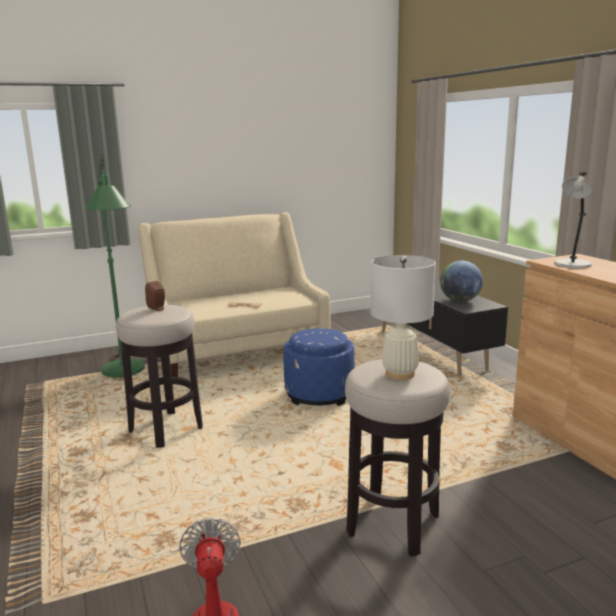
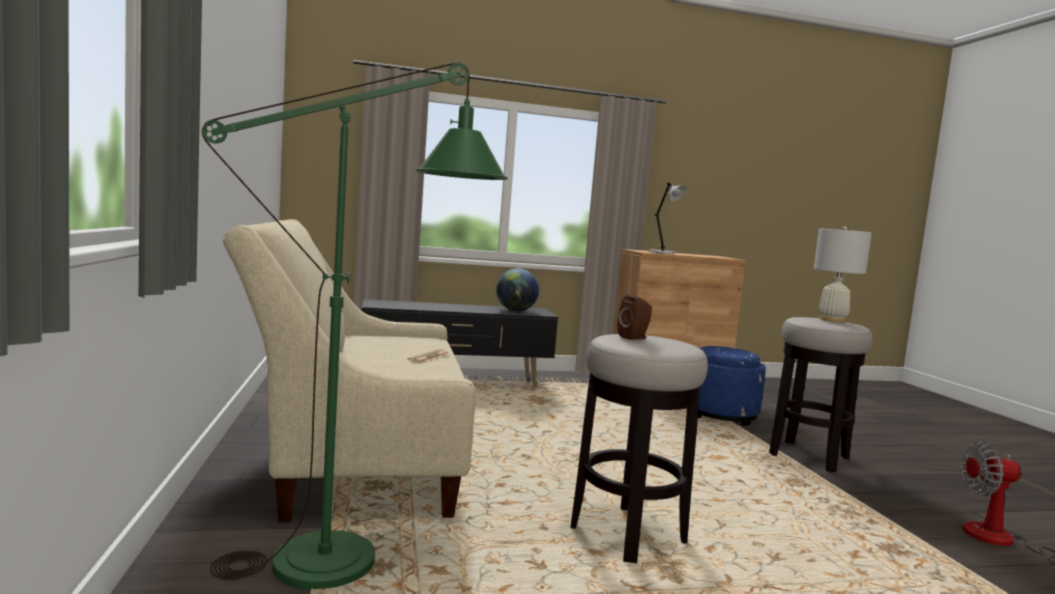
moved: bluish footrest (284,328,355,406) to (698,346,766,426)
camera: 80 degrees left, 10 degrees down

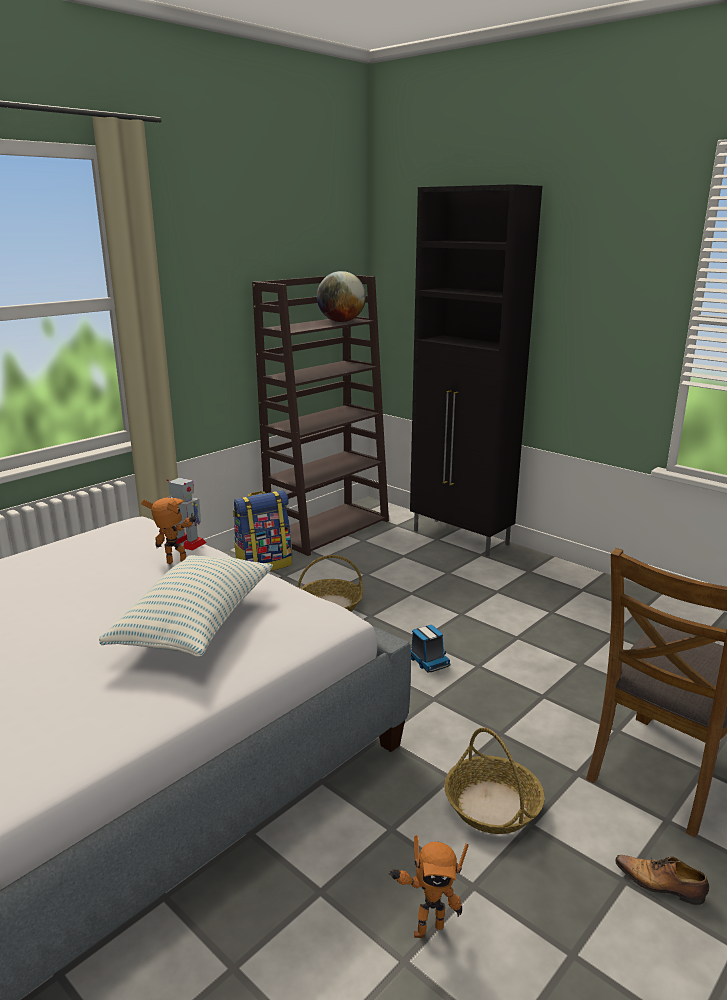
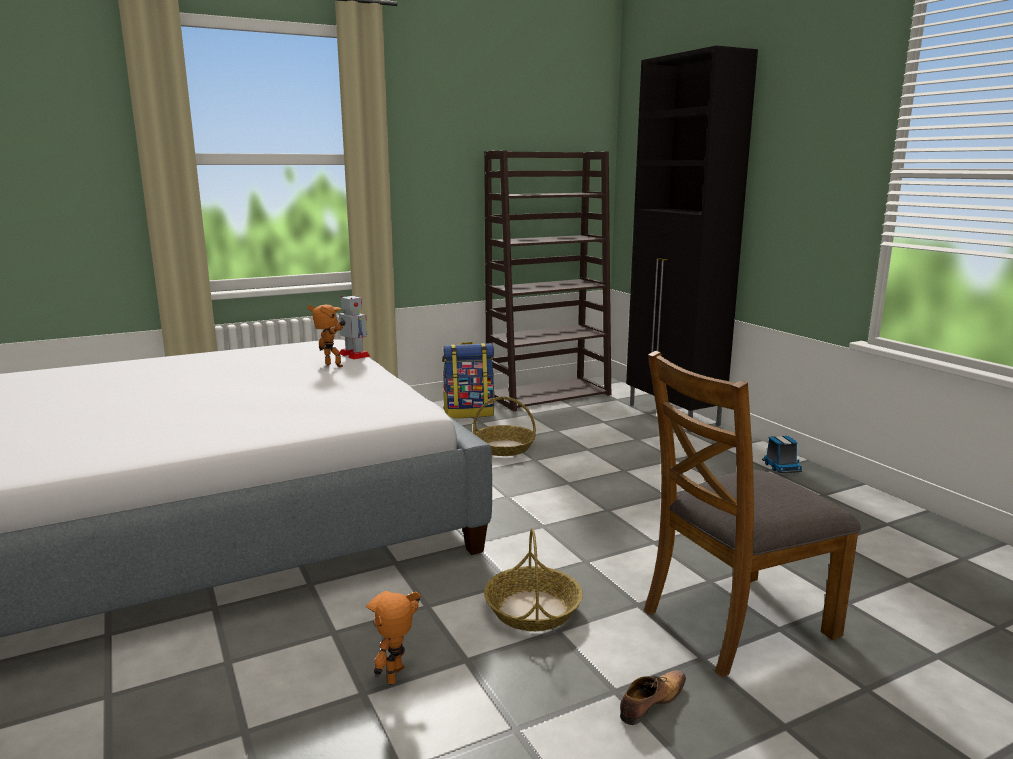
removed: throw pillow (99,555,273,657); desk globe (317,271,366,322)
moved: toy lorry (411,625,450,672) to (762,436,802,473)
turned: robot figure (388,835,468,938) = (366,591,421,685) 105 degrees clockwise; shoe (615,855,709,905) = (620,670,686,725) 90 degrees clockwise
camera: 20 degrees right, 5 degrees down

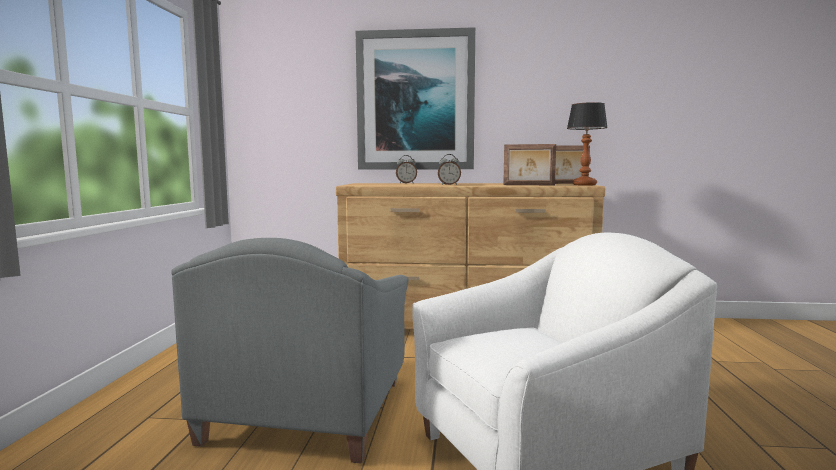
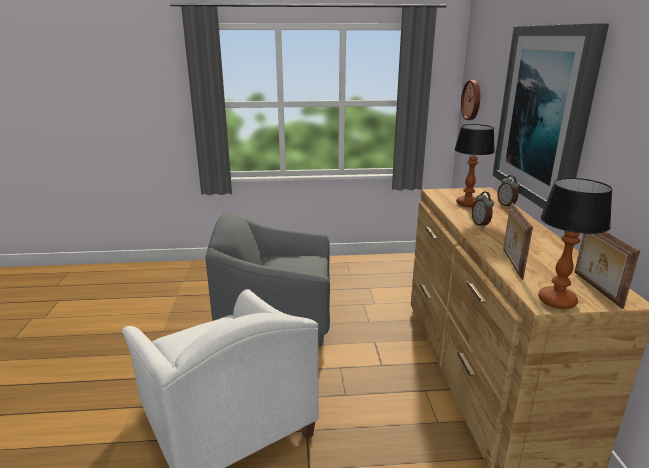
added: lamp for a table (454,124,495,207); hanging clock (461,80,480,120)
camera: 80 degrees right, 15 degrees up

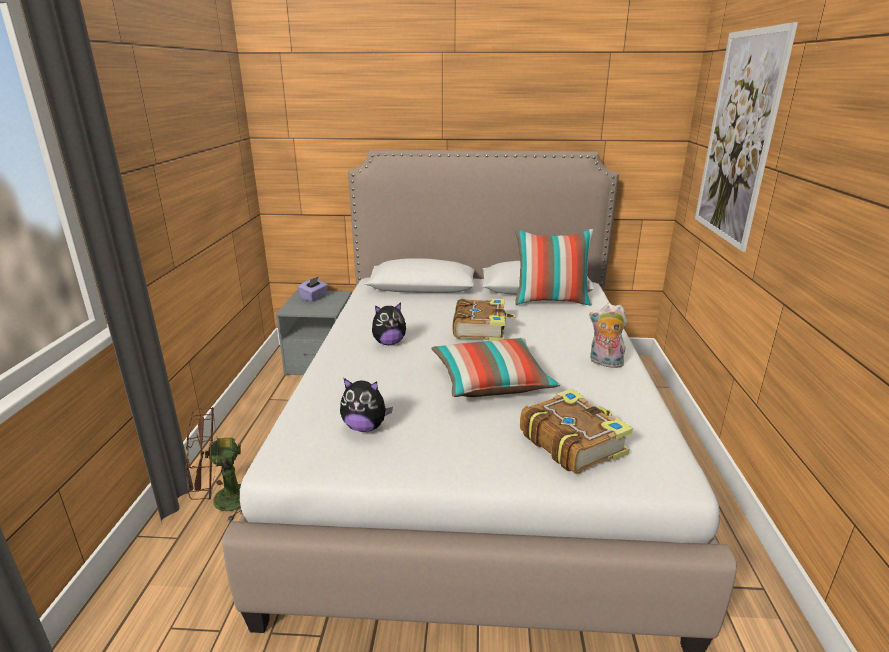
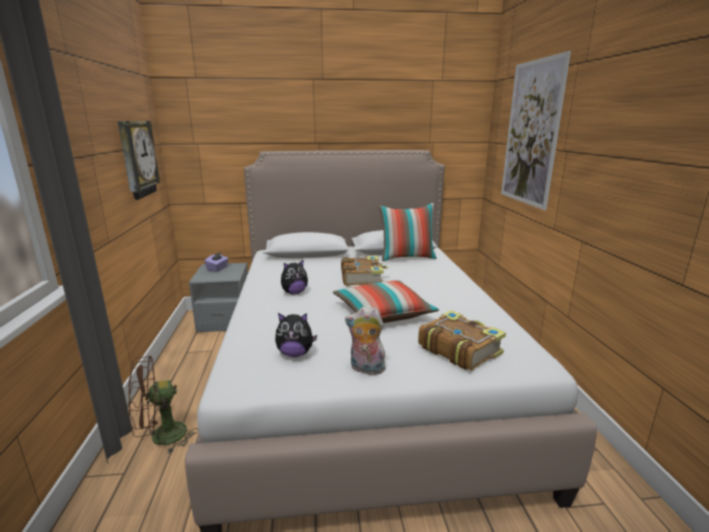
added: hanging clock (118,121,160,200)
moved: plush toy (589,303,627,368) to (345,307,387,375)
camera: 10 degrees left, 5 degrees down

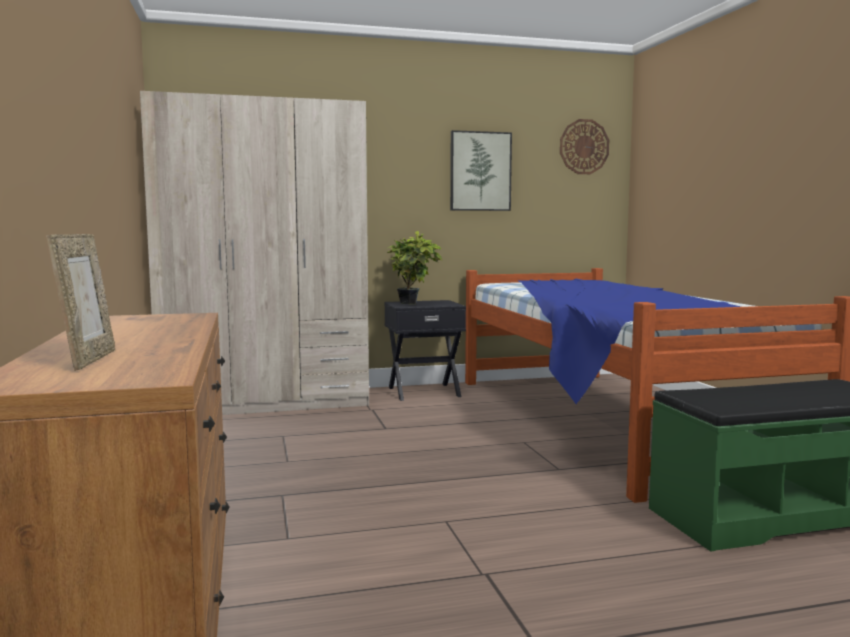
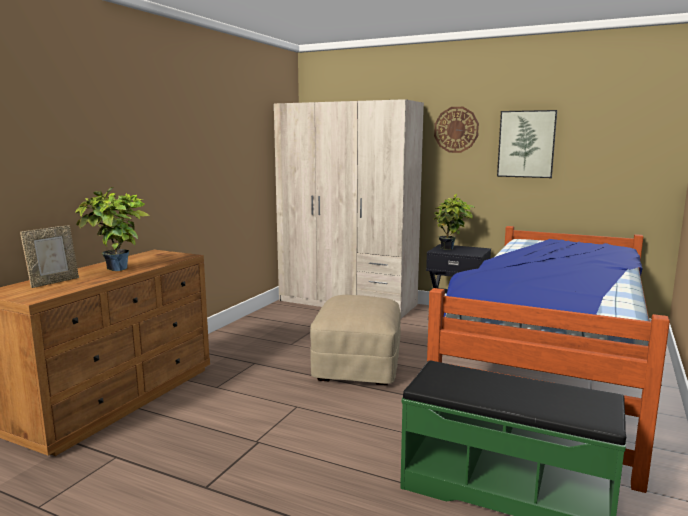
added: plant in a pot (75,187,150,271); beige footrest (310,295,401,385)
moved: hanging clock (560,119,609,174) to (434,107,479,153)
camera: 40 degrees right, 5 degrees up

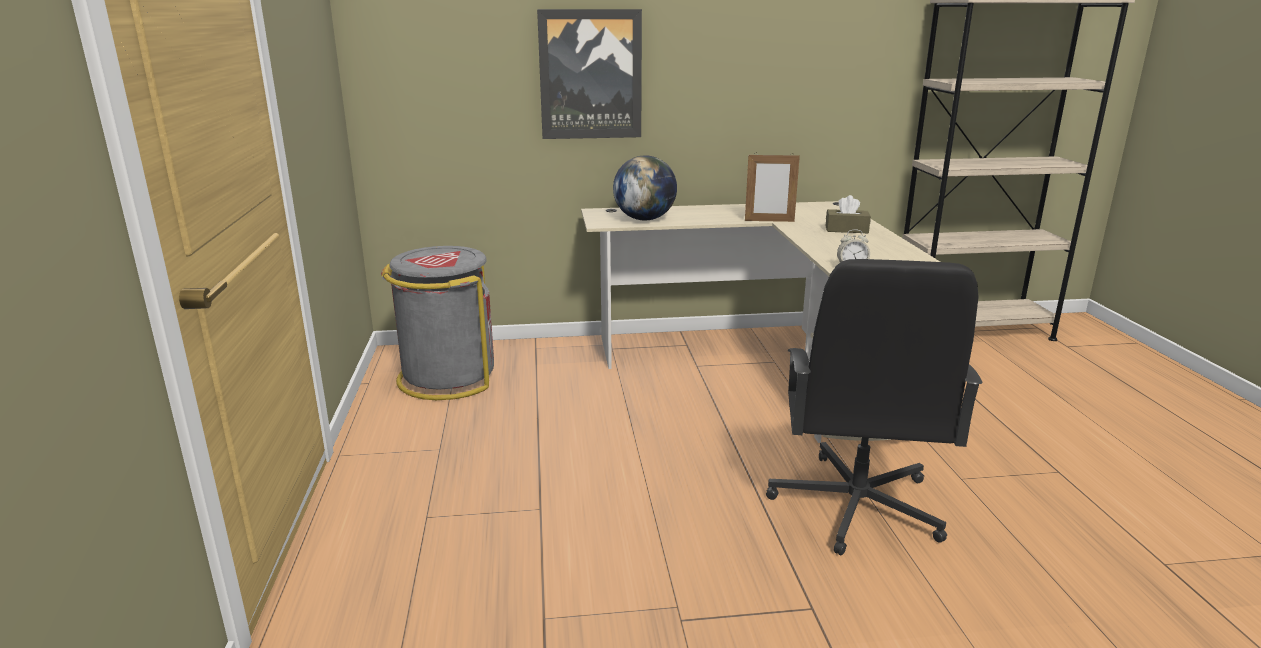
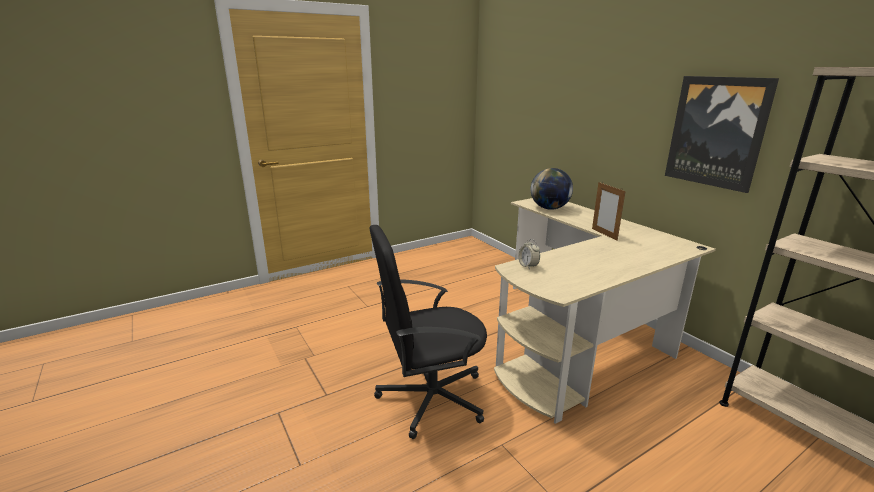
removed: grey waste bin (381,246,494,400); brown-coloured tissue holder (826,195,871,233)
moved: picture (537,9,642,139) to (665,76,779,193)
camera: 65 degrees right, 0 degrees up

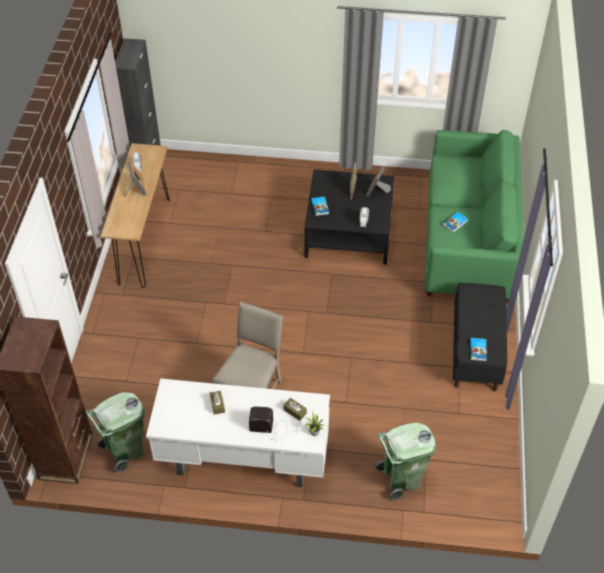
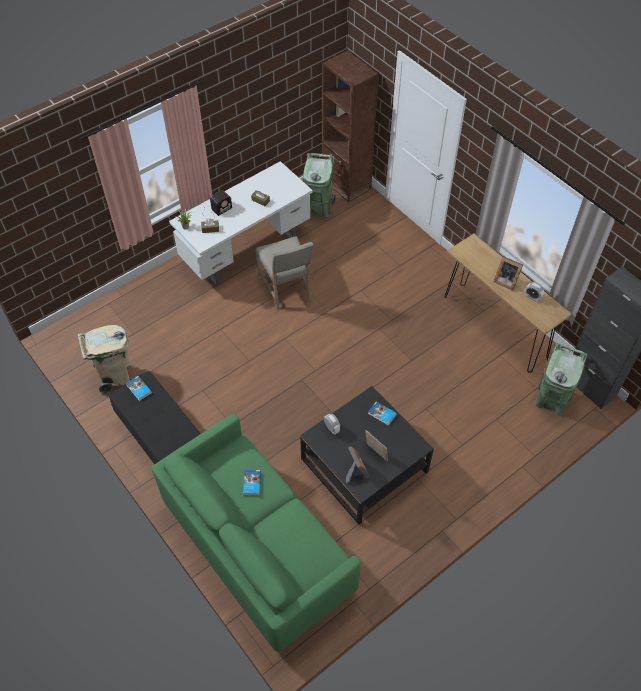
added: beige waste bin (78,325,130,393)
moved: green waste bin (375,422,436,501) to (536,343,587,416)
camera: 135 degrees right, 5 degrees up

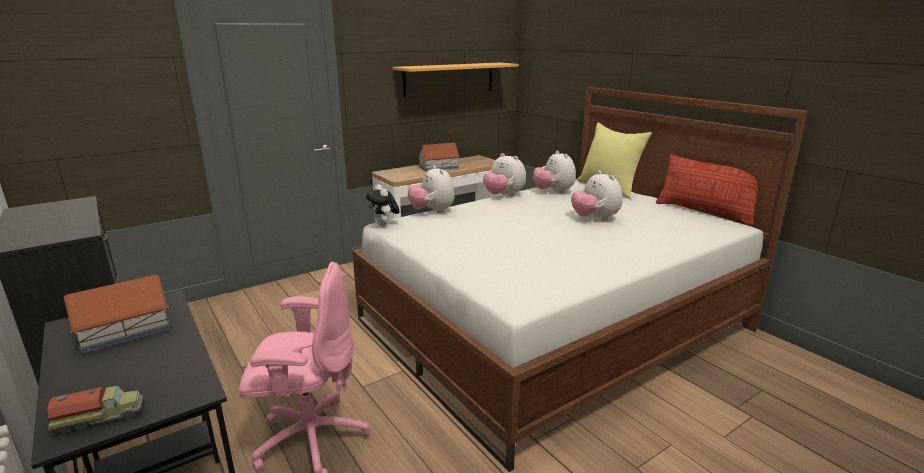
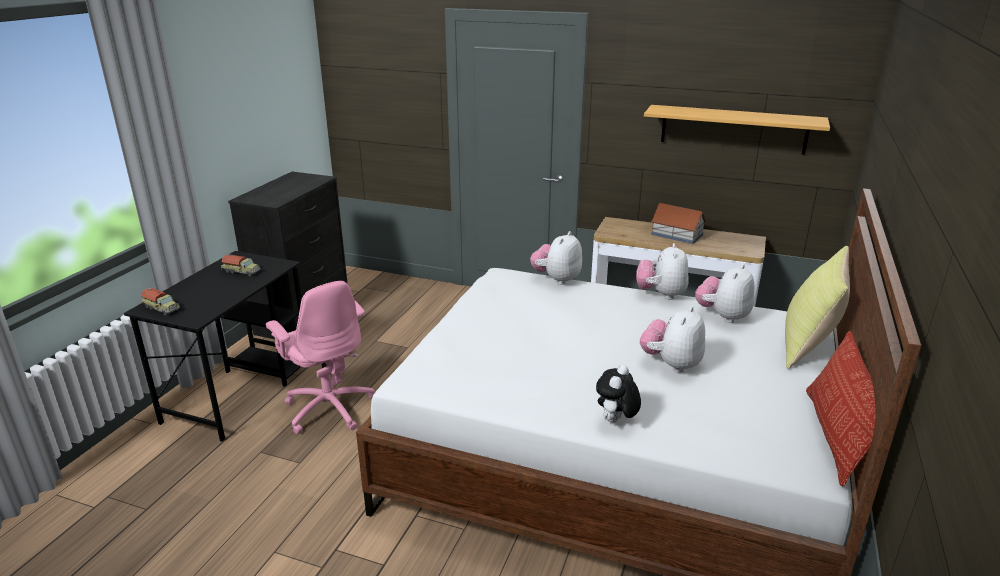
moved: plush toy (366,184,400,226) to (596,365,641,423)
replaced: model house (64,275,171,354) to toy lorry (221,254,261,276)
camera: 55 degrees right, 5 degrees up

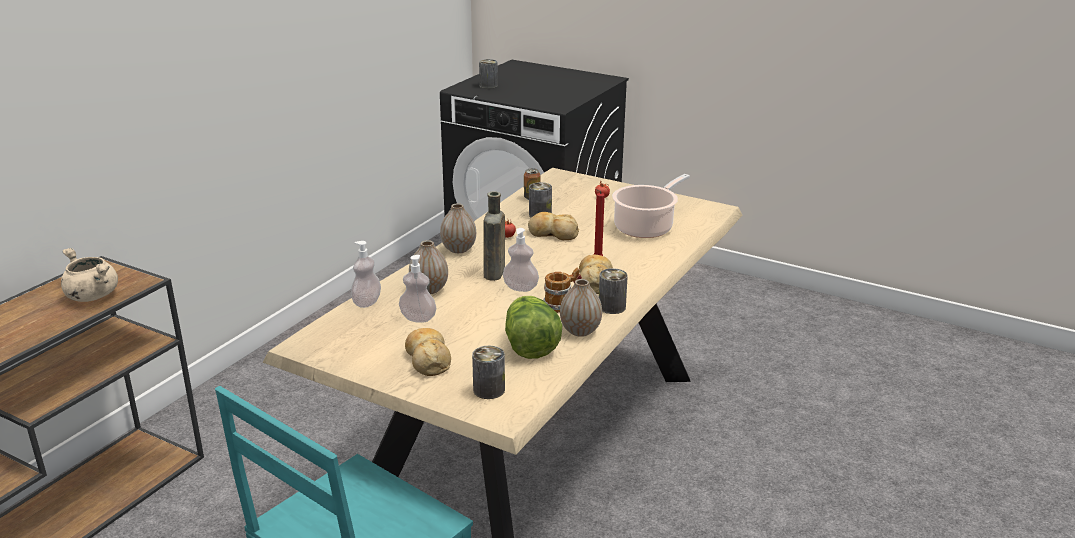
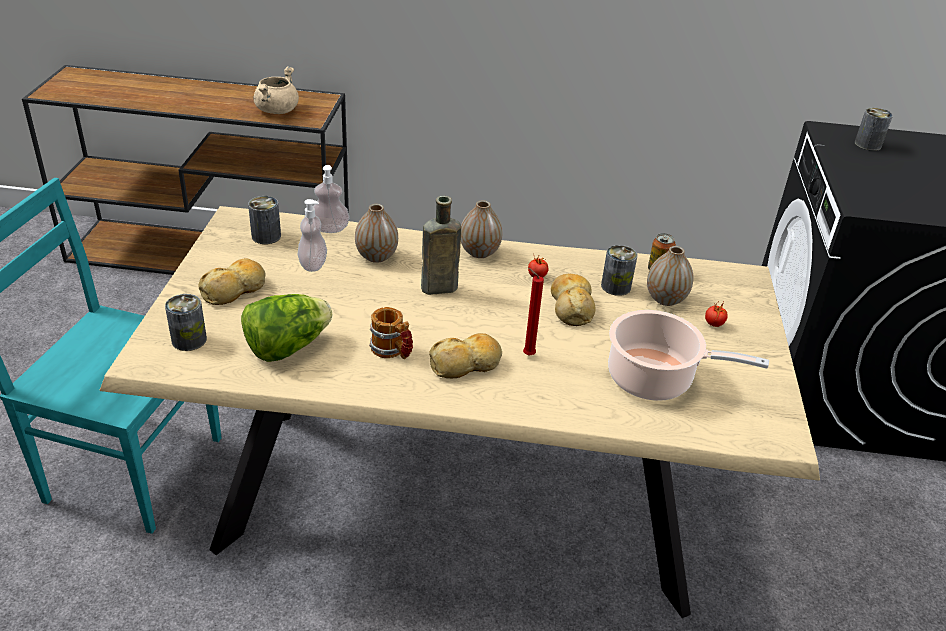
removed: soap dispenser (503,228,539,292)
moved: can (599,268,628,314) to (248,196,281,244); decorative vase (560,279,602,337) to (647,246,694,306)
camera: 65 degrees right, 10 degrees up

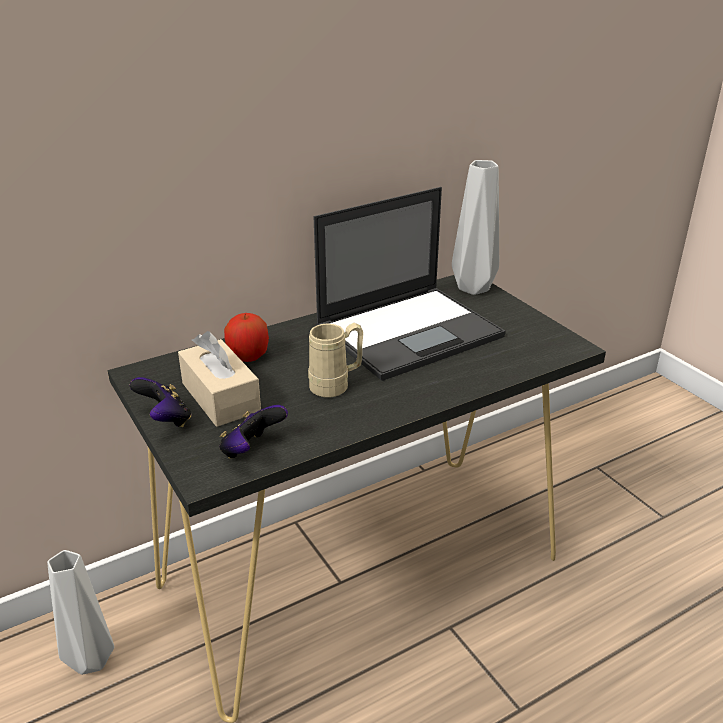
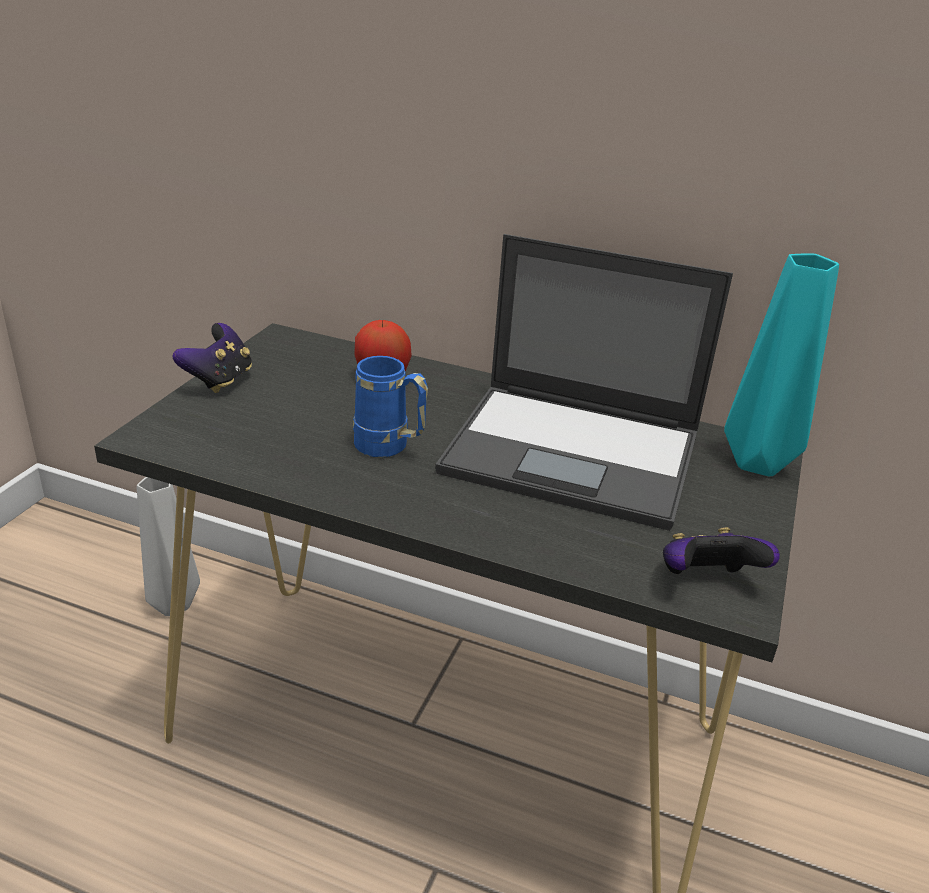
removed: beige tissue holder (178,331,261,427)
moved: gamepad (219,405,288,459) to (663,527,780,574)
recoloured: beige tea mug (308,323,363,398) to bluish tea mug (353,356,428,458); grey decorative vase (452,160,499,295) to turquoise-coloured decorative vase (724,254,839,476)
camera: 50 degrees right, 0 degrees up

